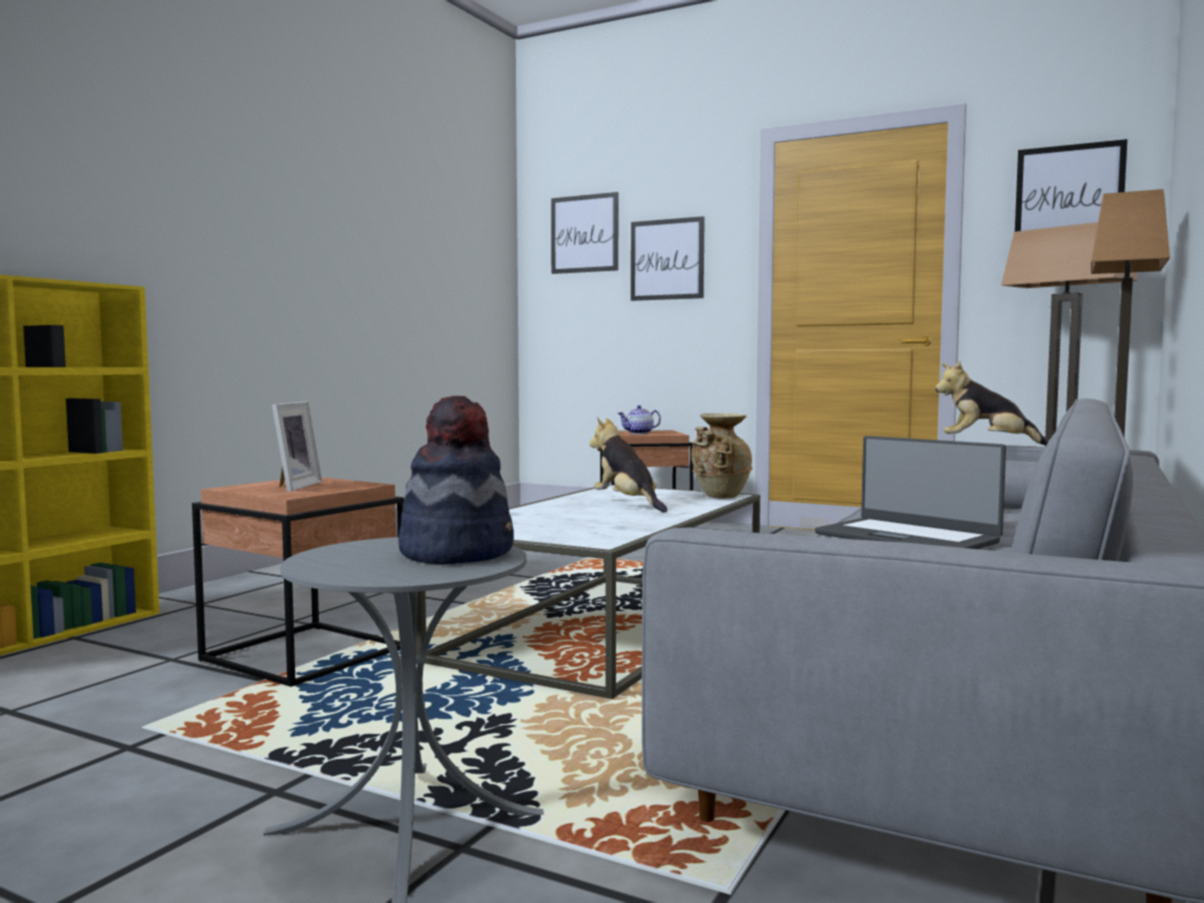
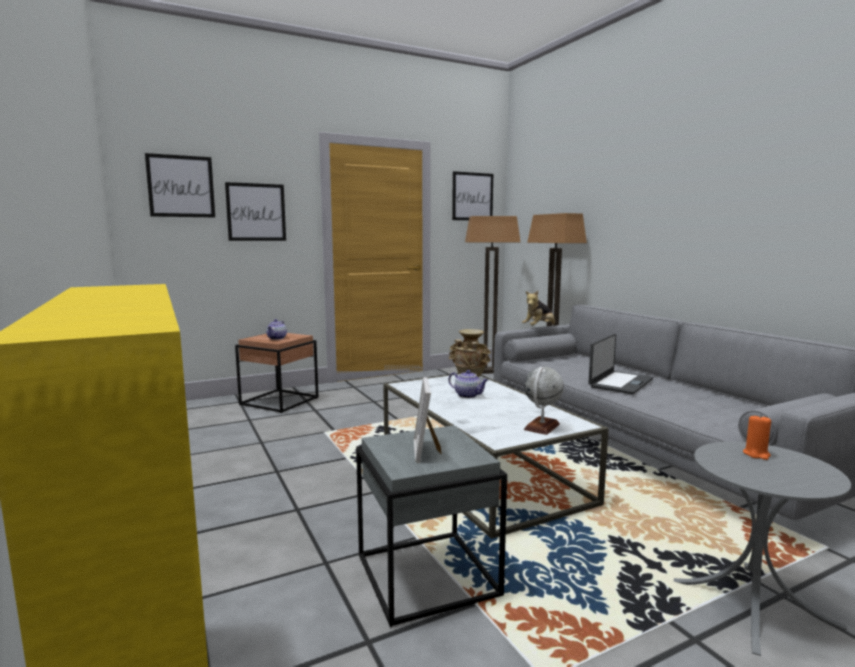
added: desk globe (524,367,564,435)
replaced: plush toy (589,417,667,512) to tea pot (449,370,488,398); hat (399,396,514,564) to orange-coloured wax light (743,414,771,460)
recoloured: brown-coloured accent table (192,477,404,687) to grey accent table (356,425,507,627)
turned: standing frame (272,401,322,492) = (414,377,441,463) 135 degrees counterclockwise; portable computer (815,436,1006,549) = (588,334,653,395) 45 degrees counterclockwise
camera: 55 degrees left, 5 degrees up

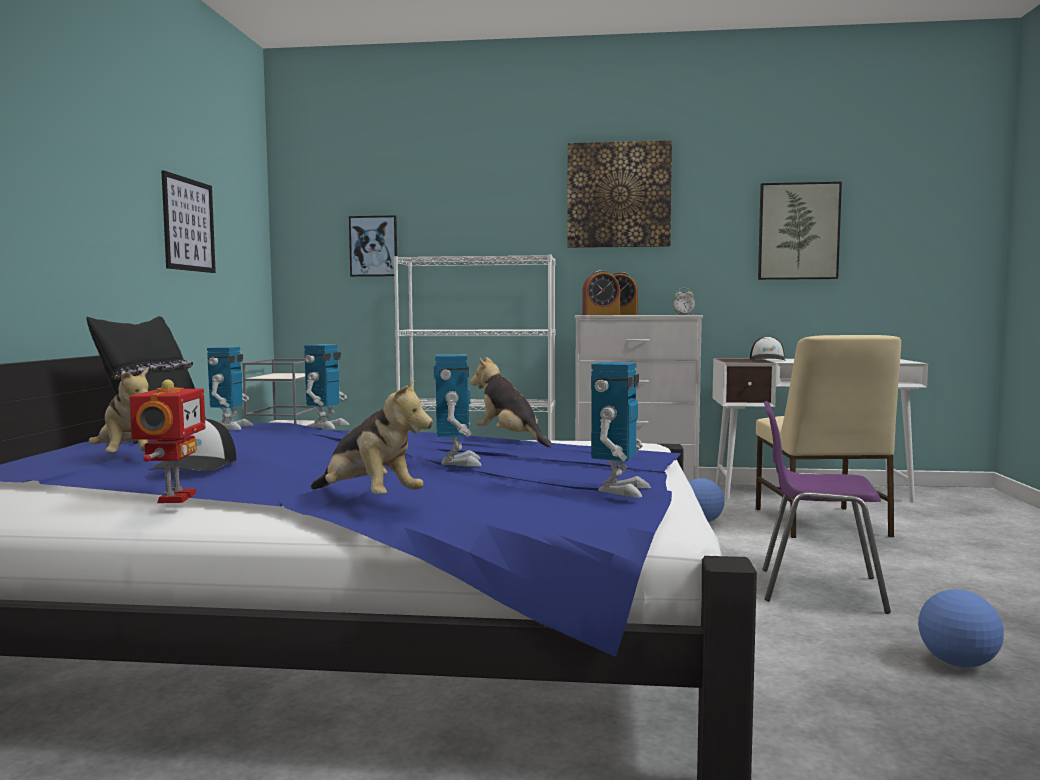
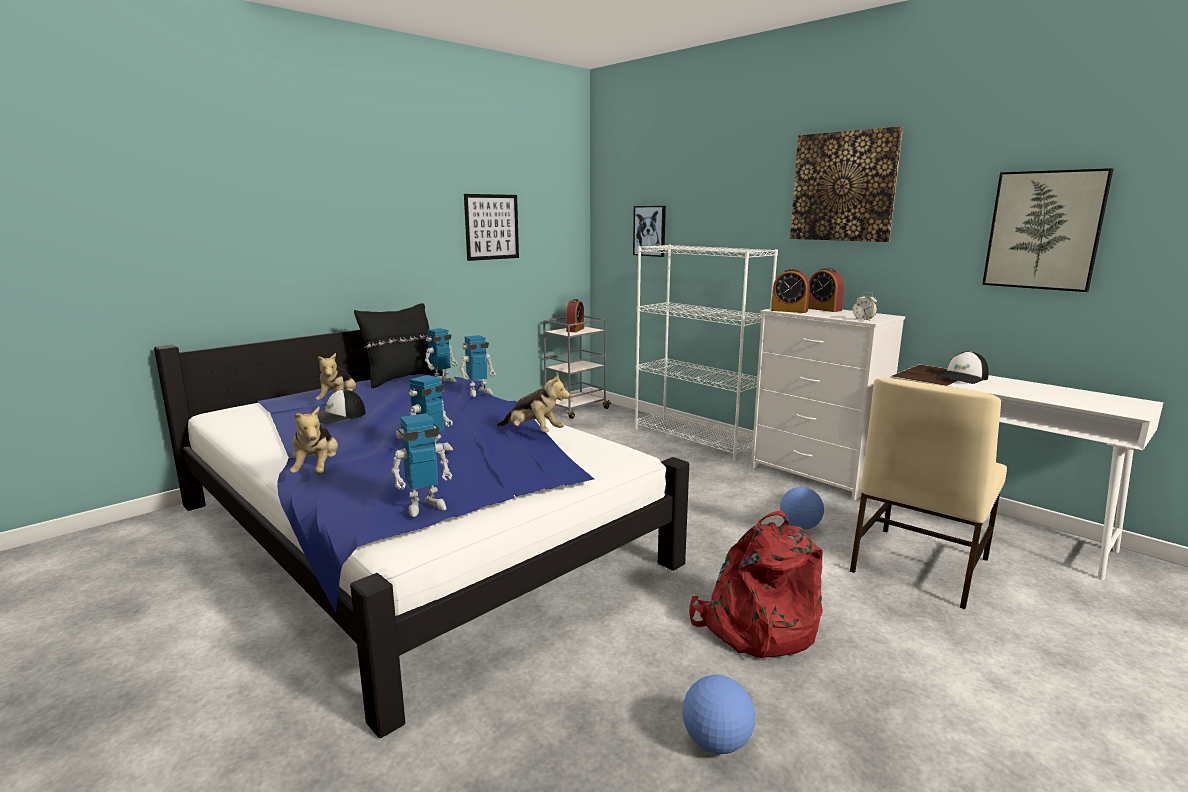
removed: robot figure (129,379,206,503)
added: alarm clock (566,299,584,332)
replaced: purplish upright chair (762,401,891,614) to reddish backpack (689,511,823,658)
turned: plush toy (470,356,552,447) = (497,372,570,432) 120 degrees clockwise
camera: 40 degrees right, 10 degrees up

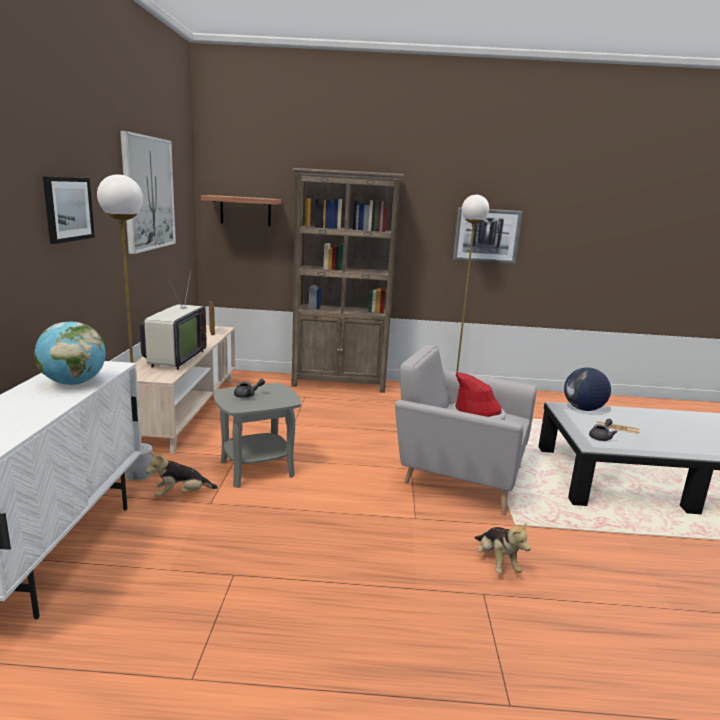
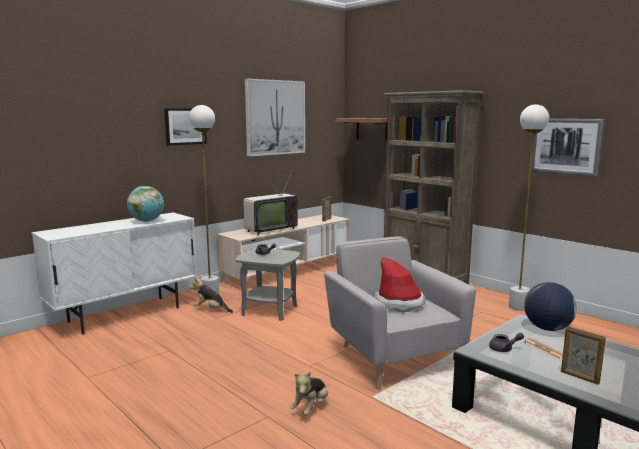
added: standing frame (561,326,606,385)
camera: 45 degrees right, 5 degrees down

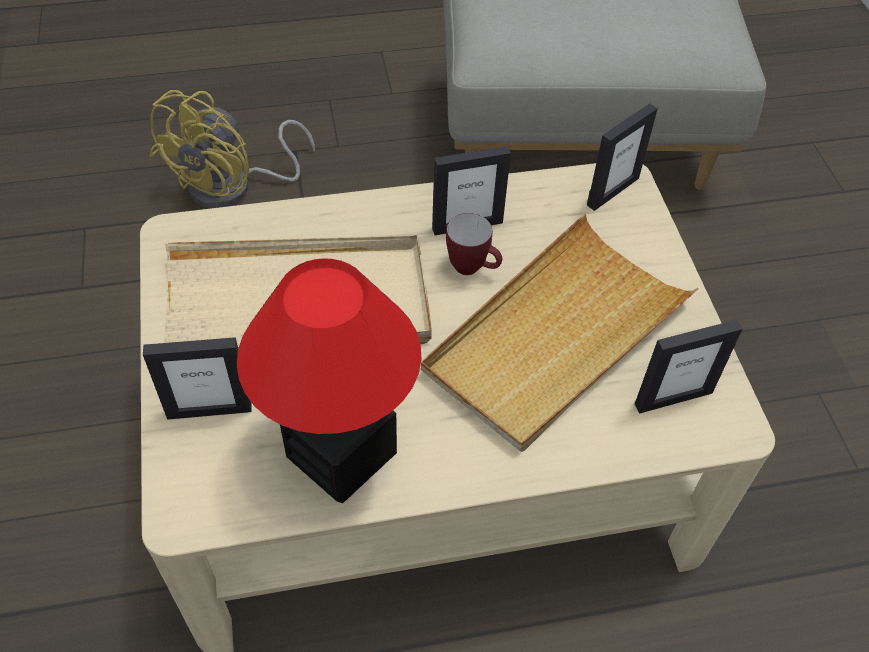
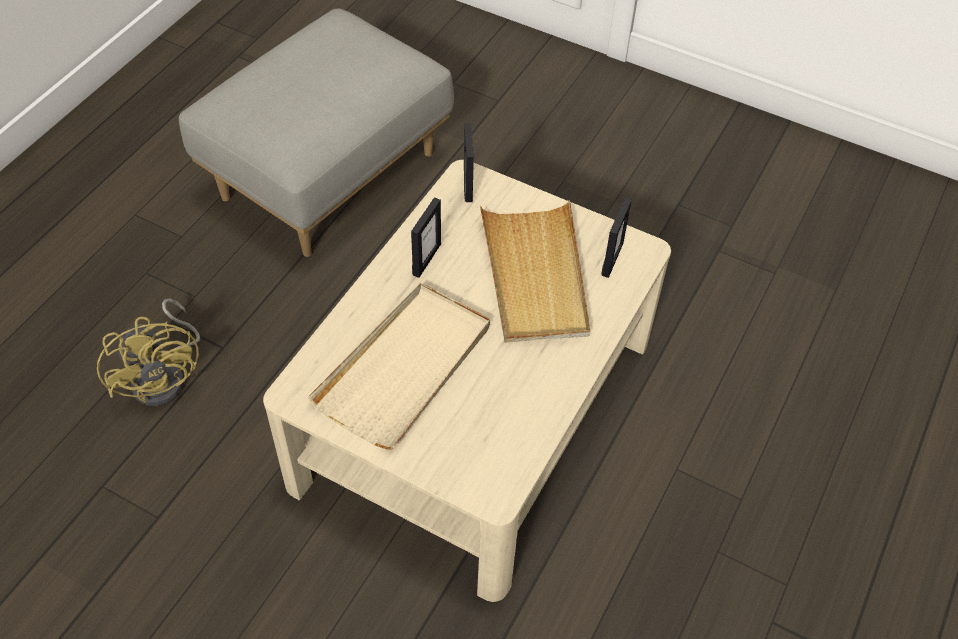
removed: standing frame (143,337,252,420); lamp for a table (237,258,421,503); tea mug (446,213,502,275)
camera: 50 degrees left, 0 degrees up

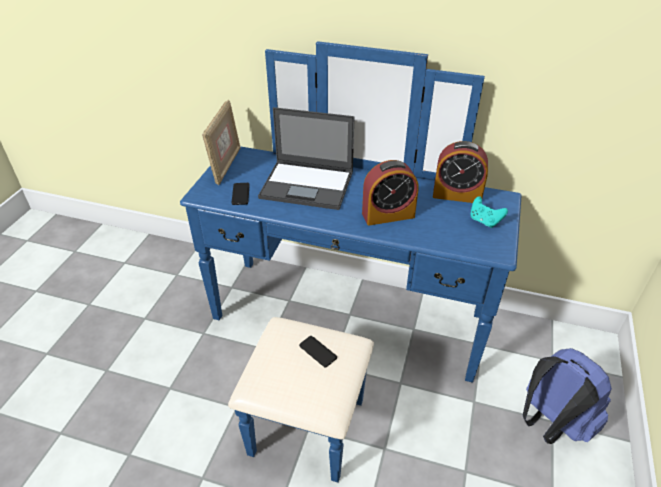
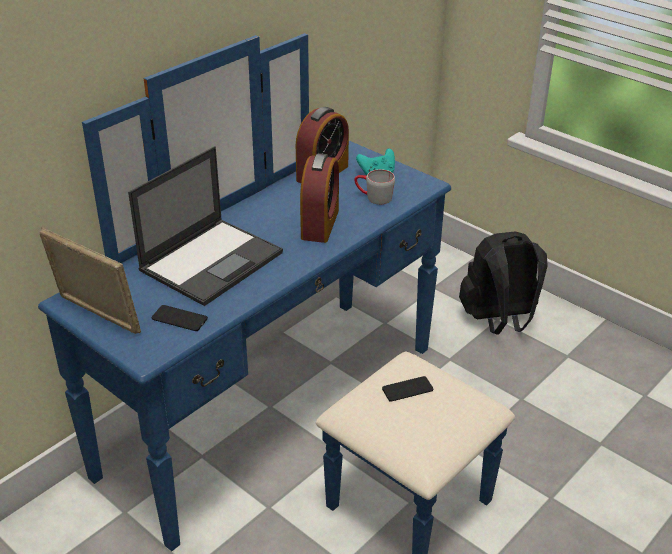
added: grey tea mug (354,169,395,205)
recoloured: bluish backpack (523,348,612,444) to black-coloured backpack (459,231,548,334)
camera: 65 degrees left, 5 degrees down

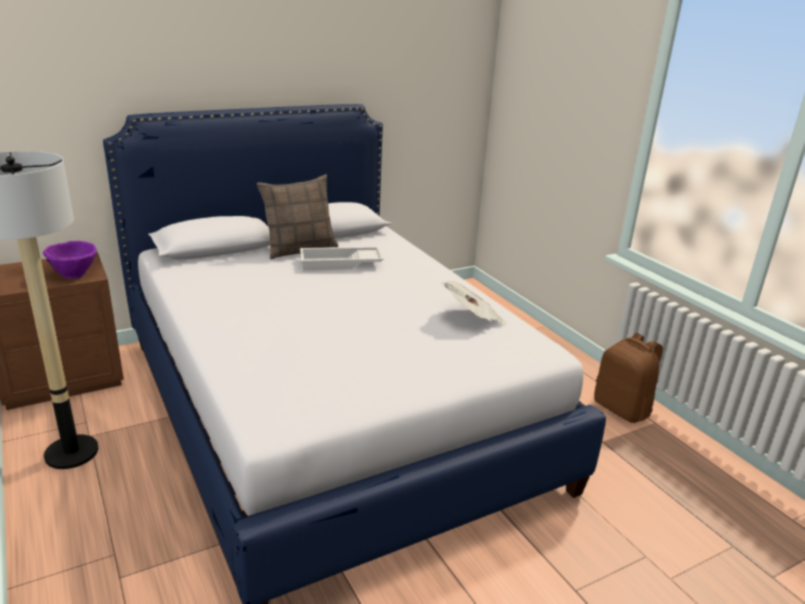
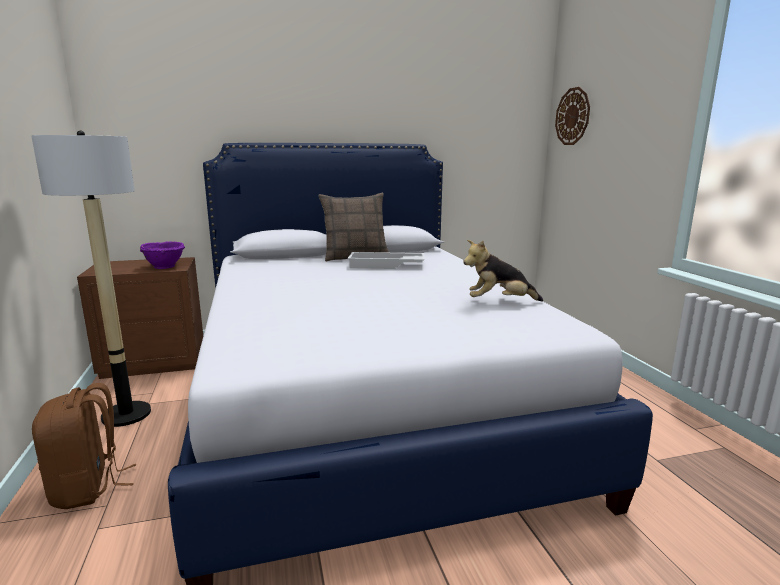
added: hanging clock (555,87,590,145)
moved: brown-coloured backpack (594,333,663,423) to (32,383,136,509)
replaced: newspaper (441,281,507,323) to plush toy (463,240,543,302)
camera: 15 degrees right, 10 degrees down

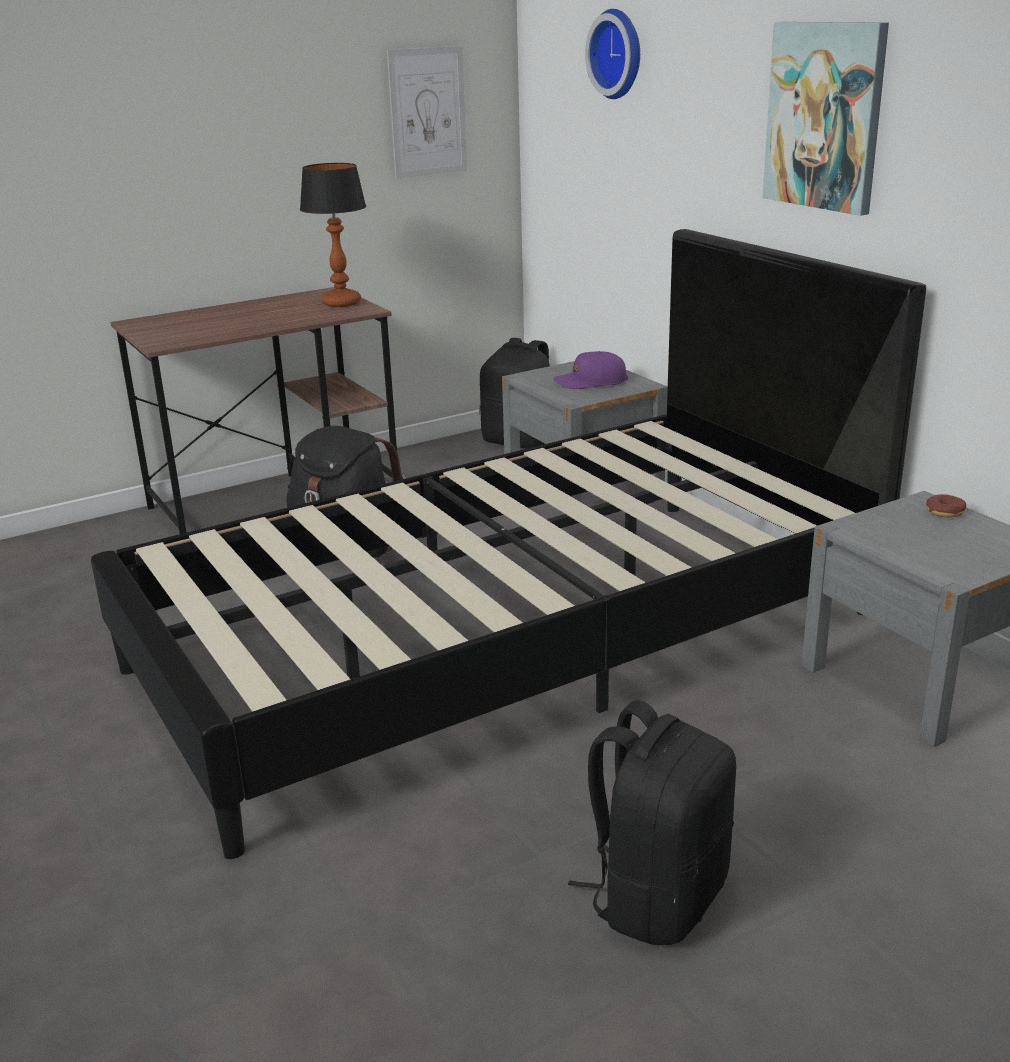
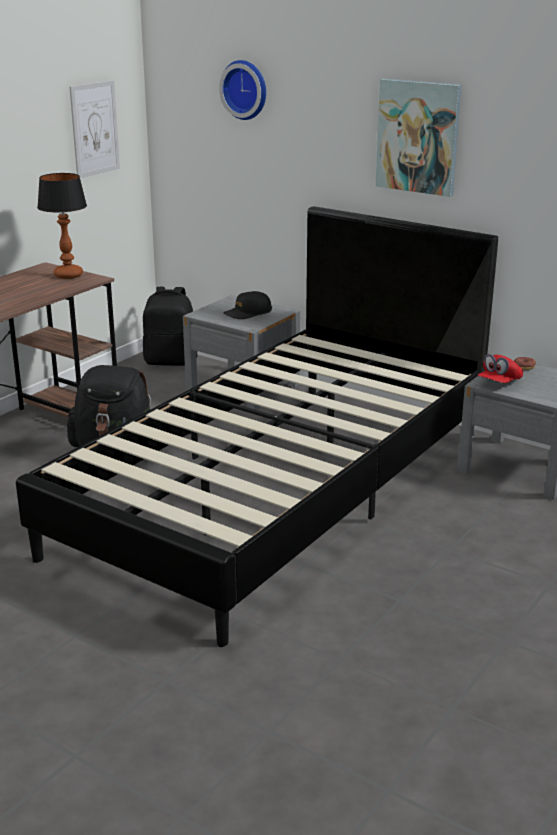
removed: black-coloured backpack (568,700,736,945)
added: reddish cap (477,354,523,383)
recoloured: purplish cap (553,351,628,389) to black-coloured cap (223,291,272,319)
camera: 25 degrees left, 0 degrees up

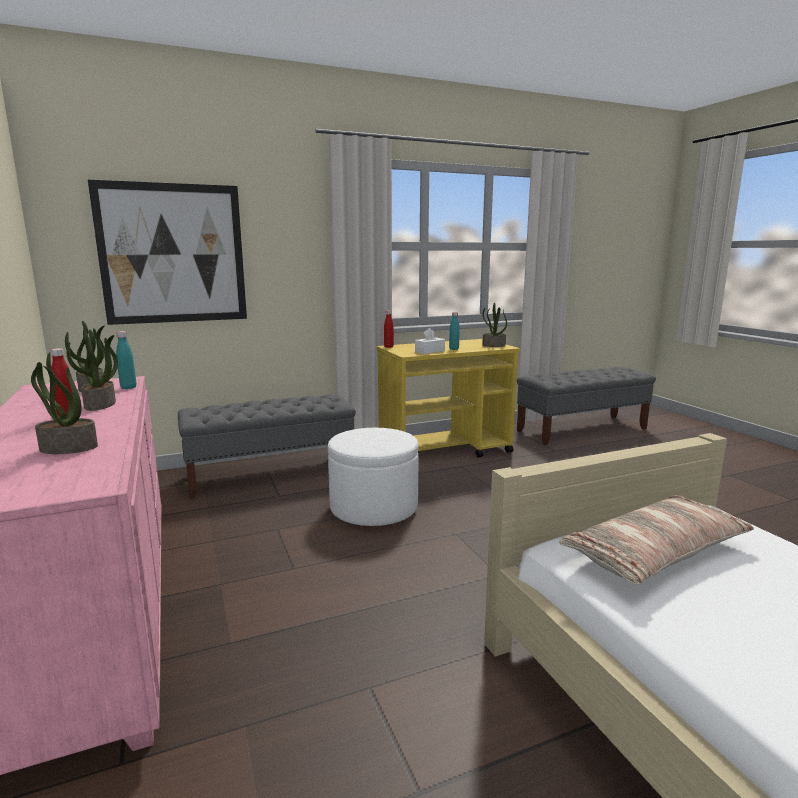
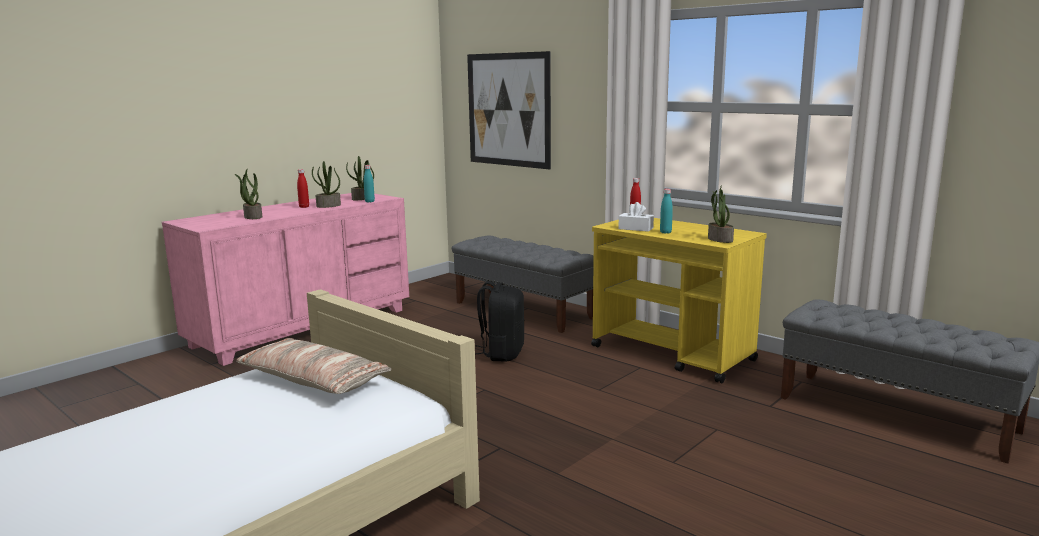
replaced: white-coloured footrest (328,428,419,526) to black-coloured backpack (475,281,524,362)
camera: 65 degrees right, 0 degrees up

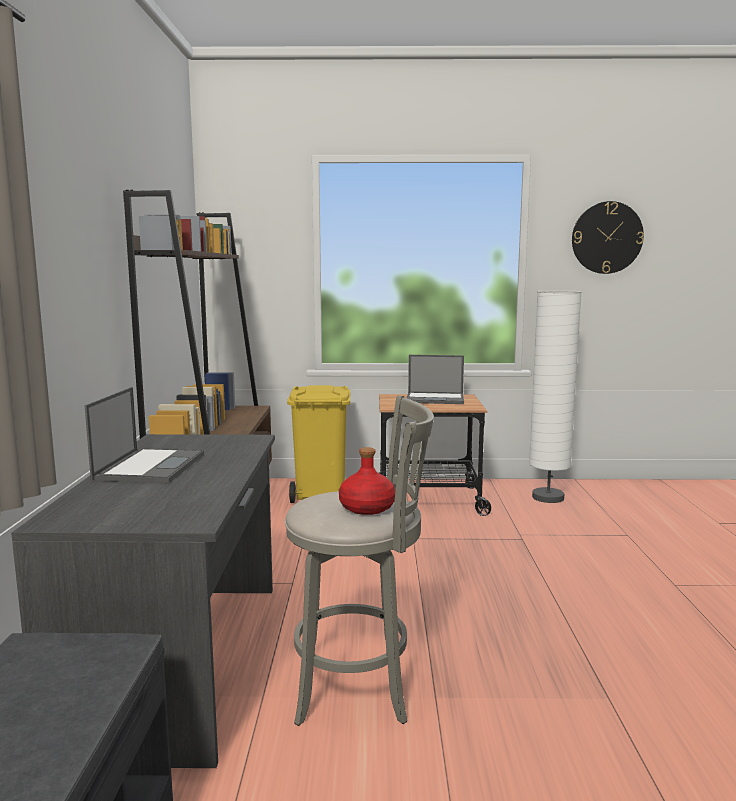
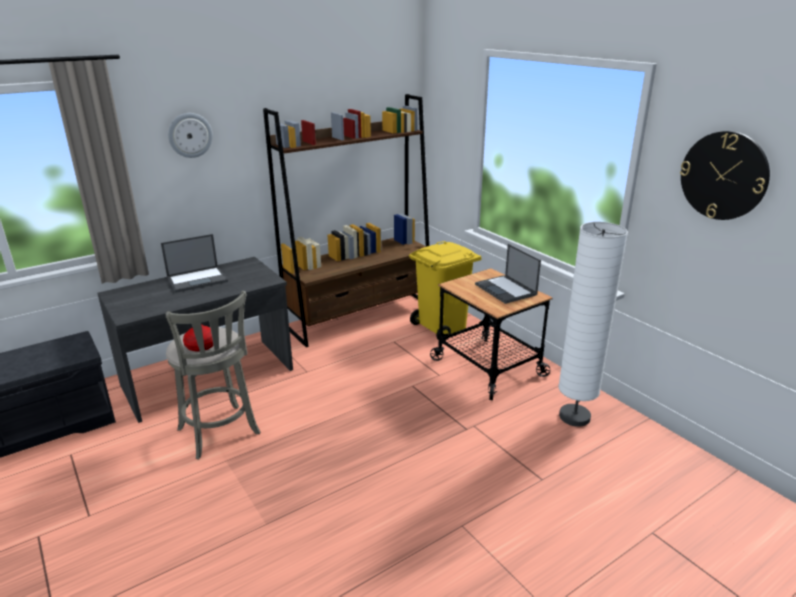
added: hanging clock (168,113,213,158)
camera: 55 degrees right, 15 degrees up

